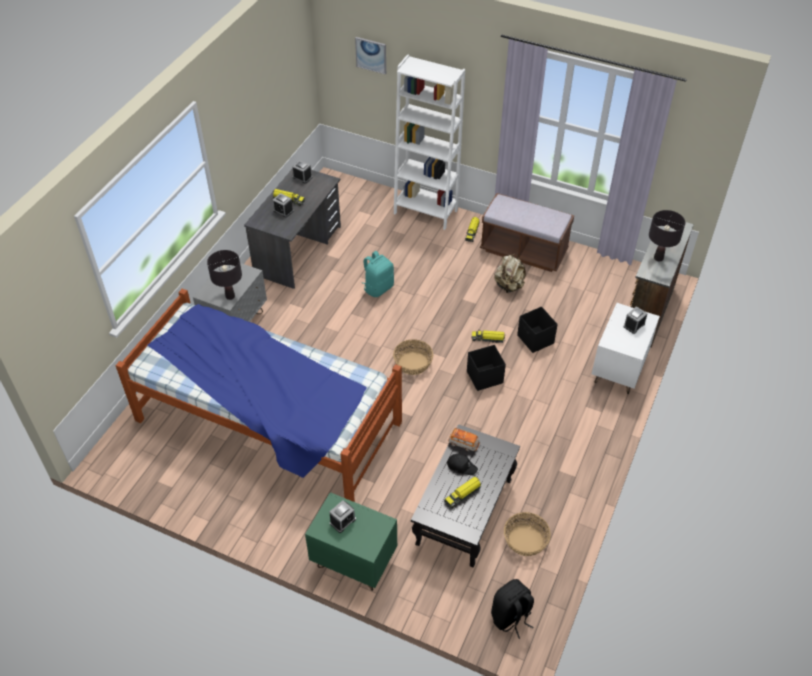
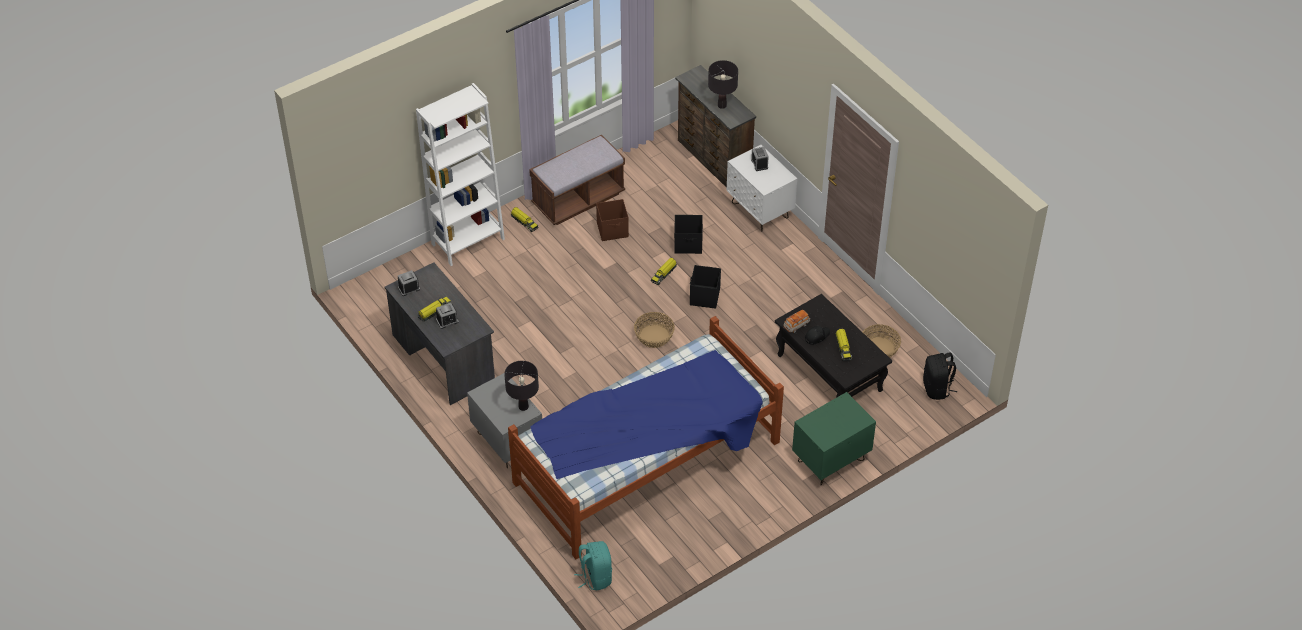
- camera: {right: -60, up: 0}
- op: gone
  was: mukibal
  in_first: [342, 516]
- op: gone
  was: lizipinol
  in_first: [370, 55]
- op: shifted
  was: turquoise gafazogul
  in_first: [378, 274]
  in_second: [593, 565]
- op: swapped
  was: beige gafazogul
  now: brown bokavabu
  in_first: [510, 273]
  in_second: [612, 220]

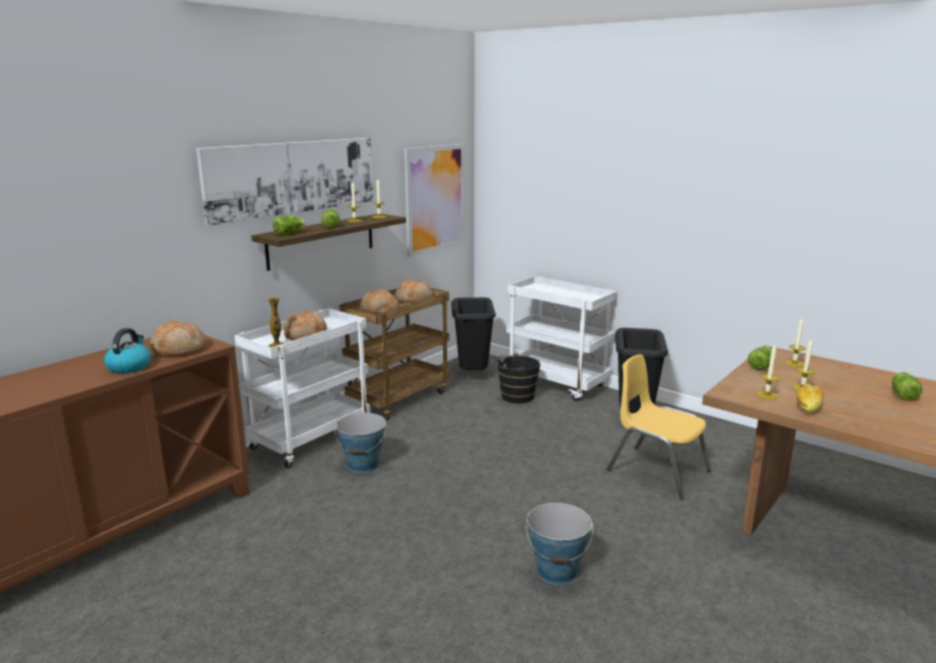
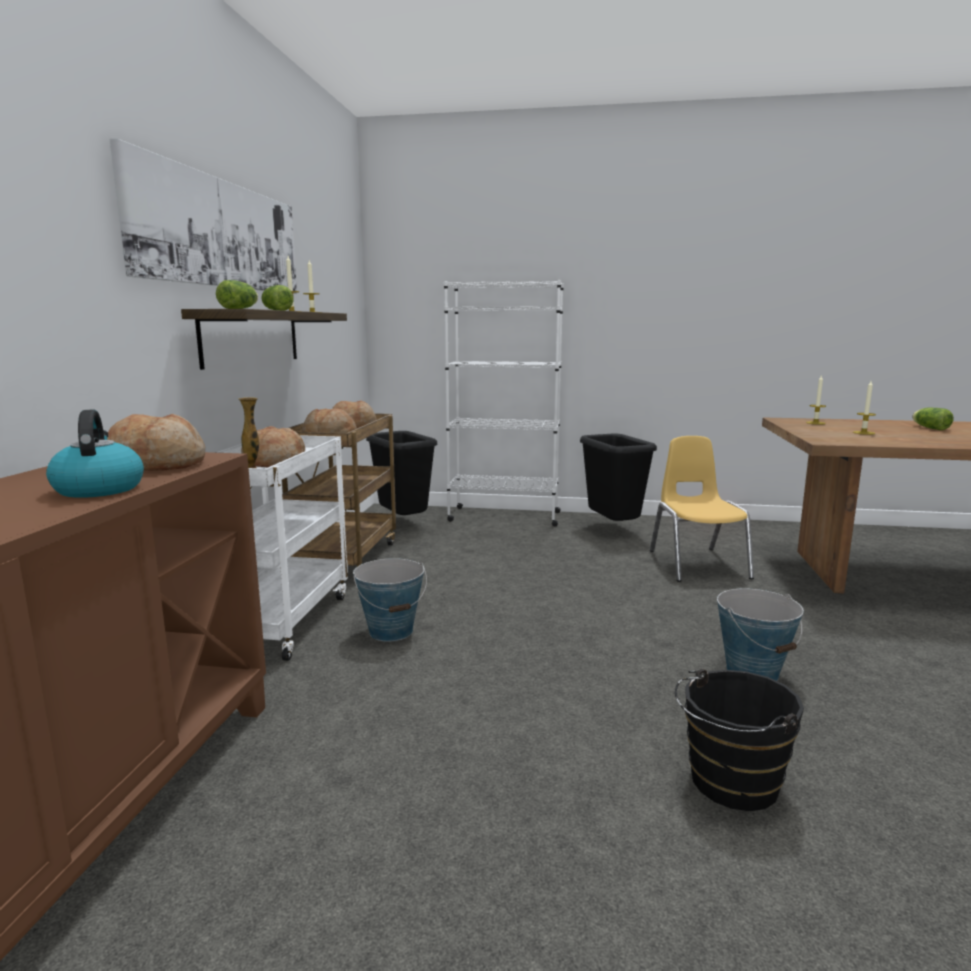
- camera: {right: -30, up: -5}
- op: gone
  was: lizipinol
  in_first: [434, 200]
- op: gone
  was: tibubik
  in_first: [760, 358]
- op: gone
  was: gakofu
  in_first: [768, 372]
- op: gone
  was: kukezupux
  in_first: [810, 398]
- op: shifted
  was: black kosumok
  in_first: [516, 378]
  in_second: [739, 739]
- op: swapped
  was: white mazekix
  now: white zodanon
  in_first: [562, 338]
  in_second: [504, 403]
- op: rotated
  was: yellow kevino
  in_first: [659, 426]
  in_second: [702, 509]
  clockwise: 75

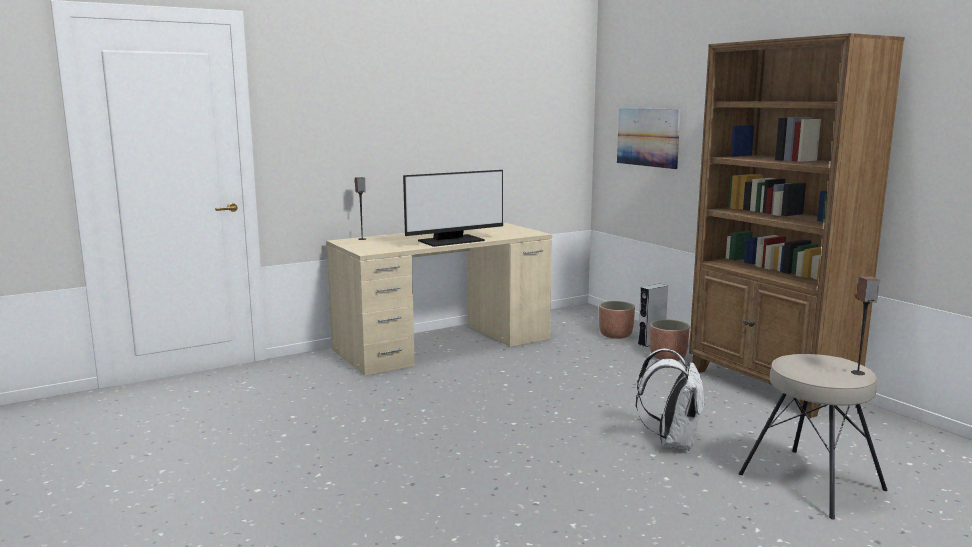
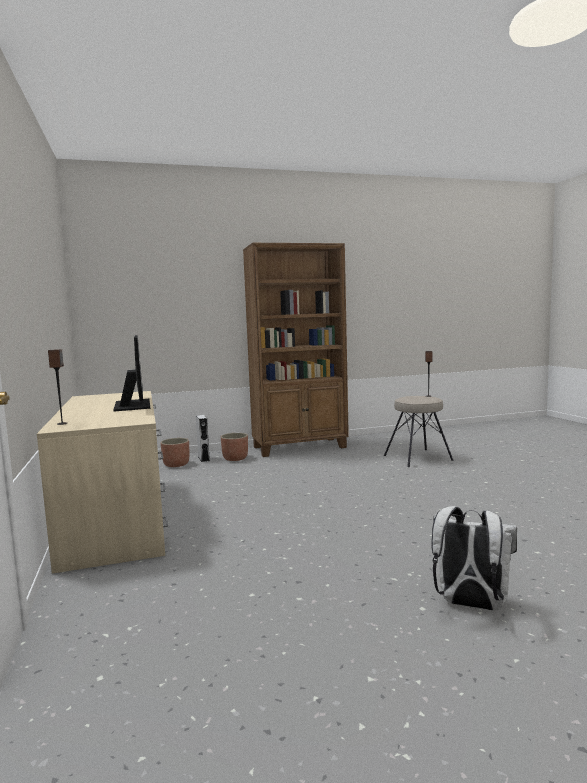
- camera: {right: -75, up: -5}
- op: gone
  was: lizipinol
  in_first: [649, 138]
- op: shifted
  was: white gafazogul
  in_first: [670, 400]
  in_second: [474, 558]

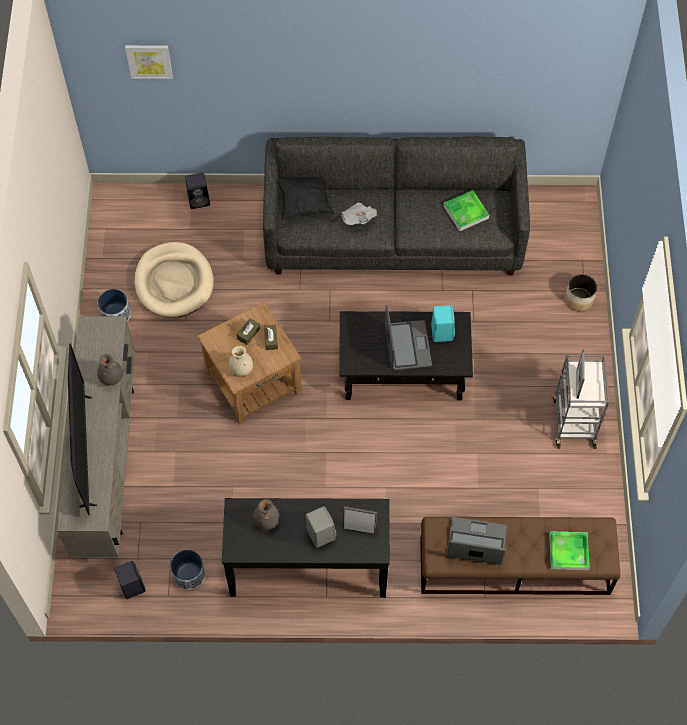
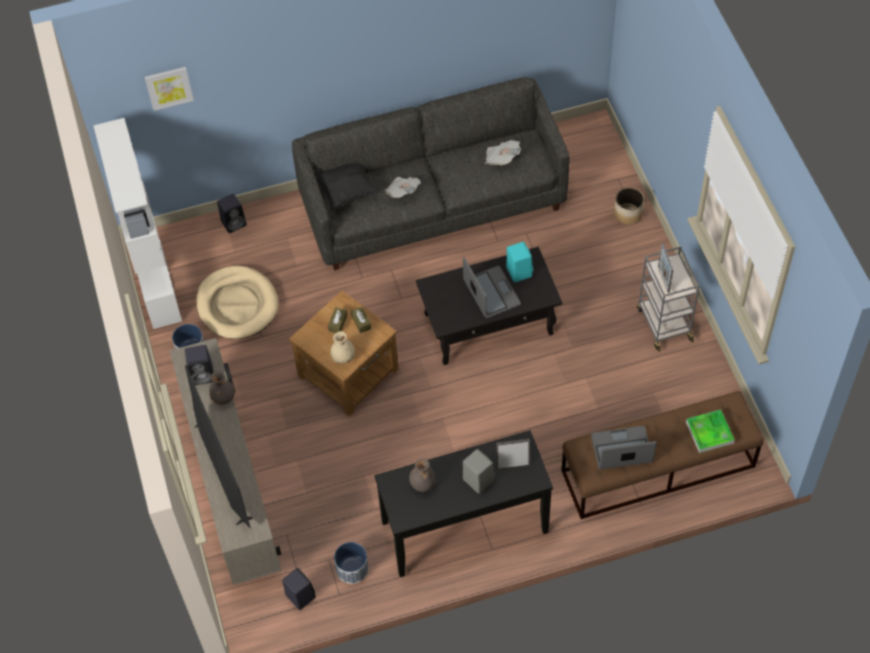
- camera: {right: -15, up: -5}
- op: new
  now: white zodanon
  in_second: [137, 223]
- op: new
  now: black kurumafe
  in_second: [199, 365]
- op: swapped
  was: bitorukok
  now: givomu
  in_first: [466, 210]
  in_second: [503, 152]

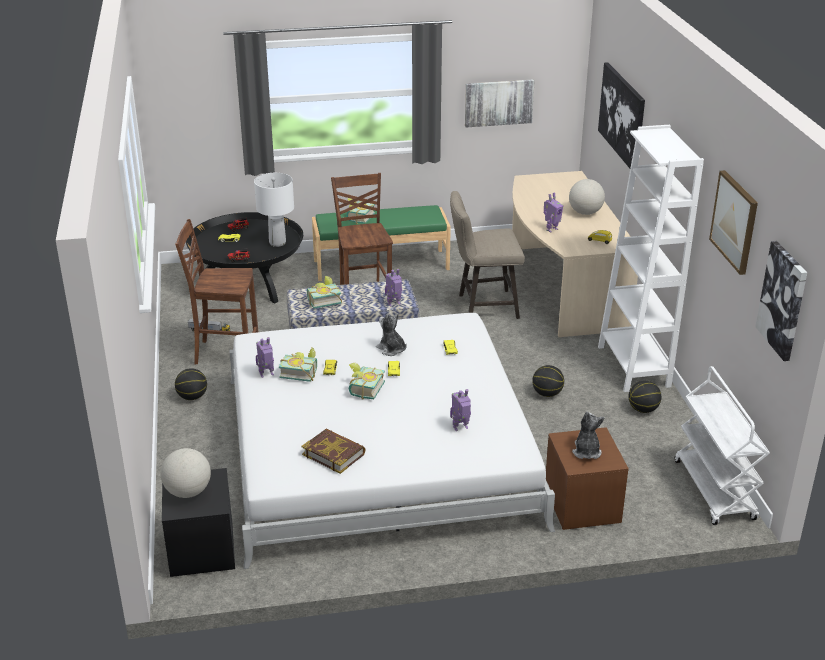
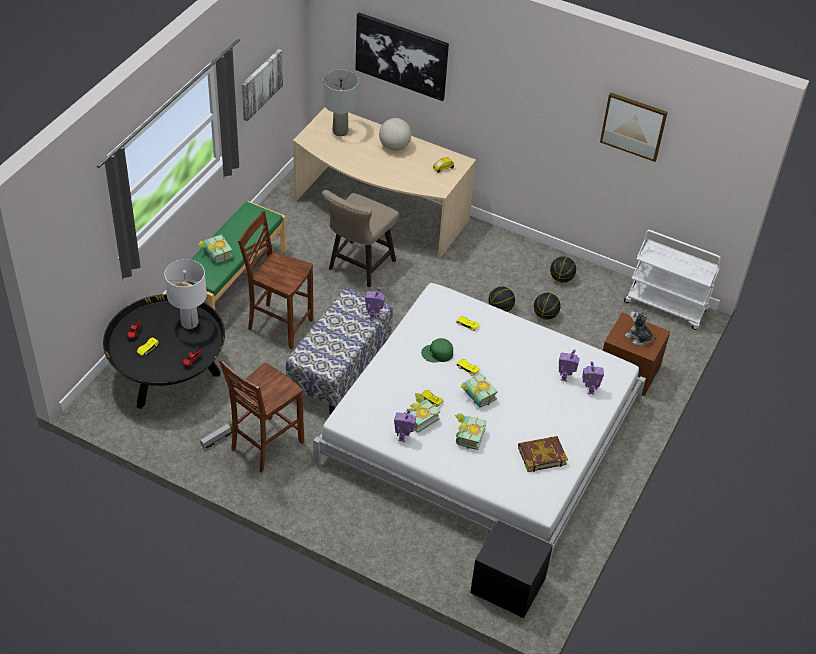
- camera: {right: -55, up: 15}
- op: gone
  was: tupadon
  in_first: [186, 473]
- op: gone
  was: white zodanon
  in_first: [651, 258]
- op: gone
  was: lizipinol
  in_first: [781, 301]
- op: new
  now: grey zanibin
  in_second: [341, 102]
- op: shifted
  was: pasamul
  in_first: [191, 384]
  in_second: [547, 306]
- op: shifted
  was: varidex
  in_first: [324, 292]
  in_second: [470, 431]
- op: shifted
  was: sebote
  in_first: [553, 212]
  in_second: [593, 377]
- op: swapped
  was: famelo
  now: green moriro
  in_first: [391, 334]
  in_second: [437, 350]

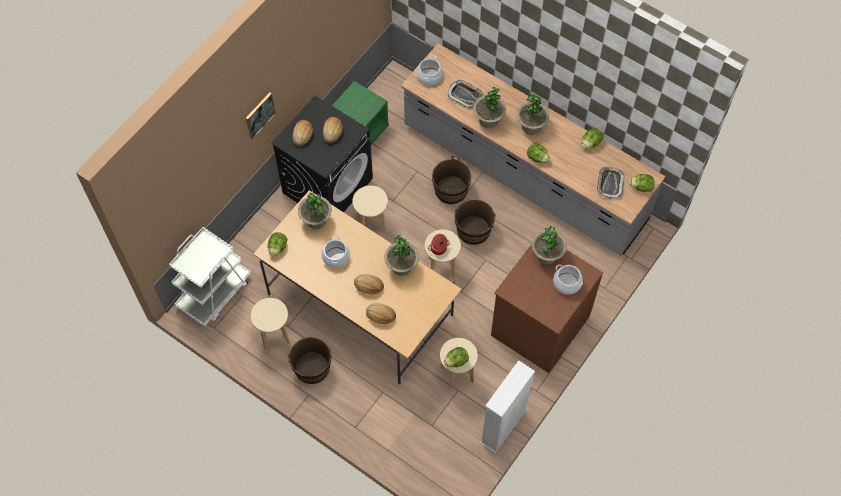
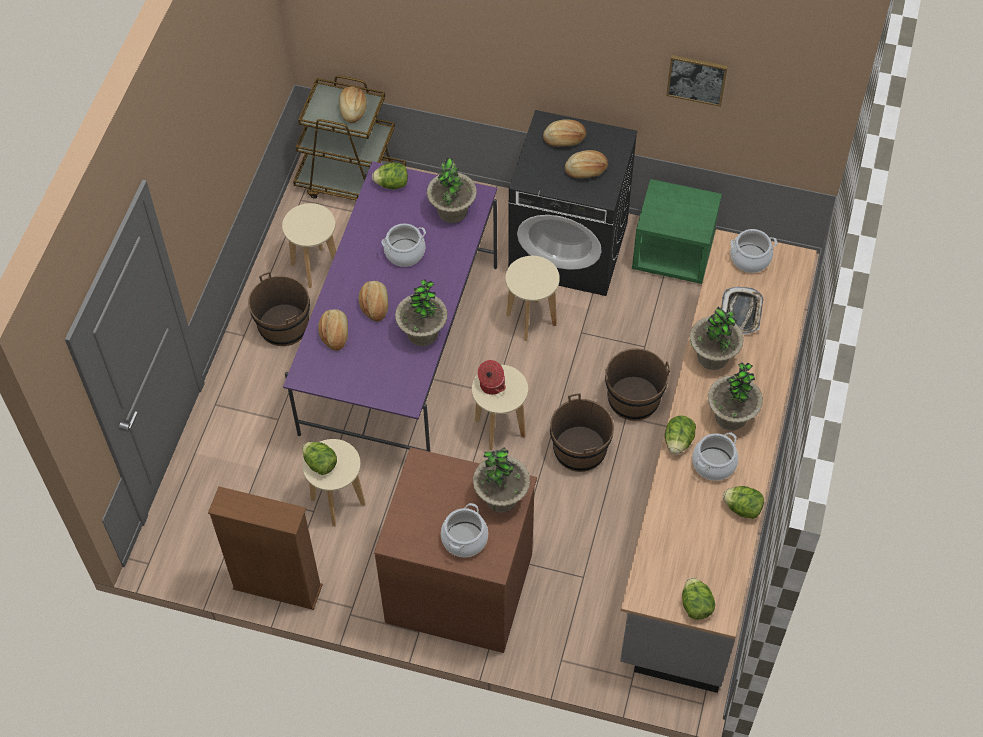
- camera: {right: 70, up: -5}
- op: gone
  was: bitorukok
  in_first: [610, 183]
- op: new
  now: kukezupux
  in_second: [353, 105]
- op: new
  now: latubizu
  in_second: [715, 456]
- op: shifted
  was: lizipinol
  in_first: [261, 116]
  in_second: [697, 81]
- op: repainted
  was: white mazekix
  now: brown mazekix
  in_first: [210, 277]
  in_second: [349, 138]
- op: repainted
  was: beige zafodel
  now: purple zafodel
  in_first: [357, 287]
  in_second: [390, 306]
- op: repainted
  was: white zodanon
  now: brown zodanon
  in_first: [507, 406]
  in_second: [265, 548]

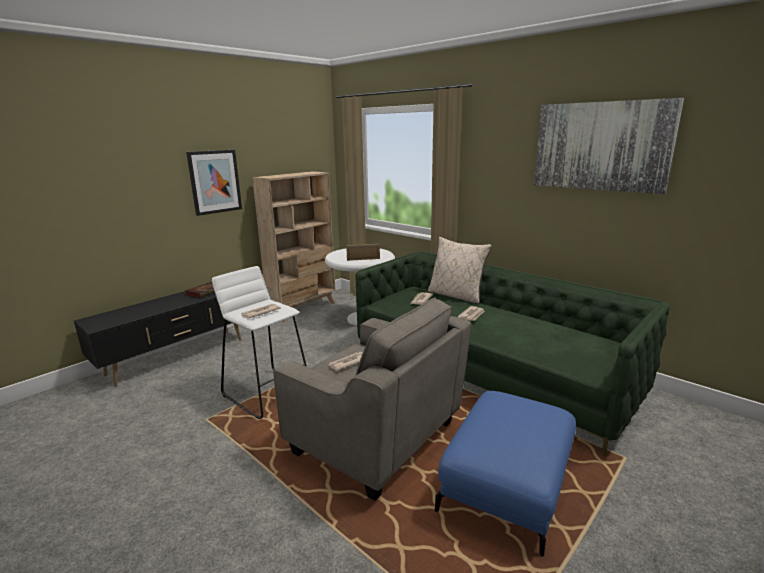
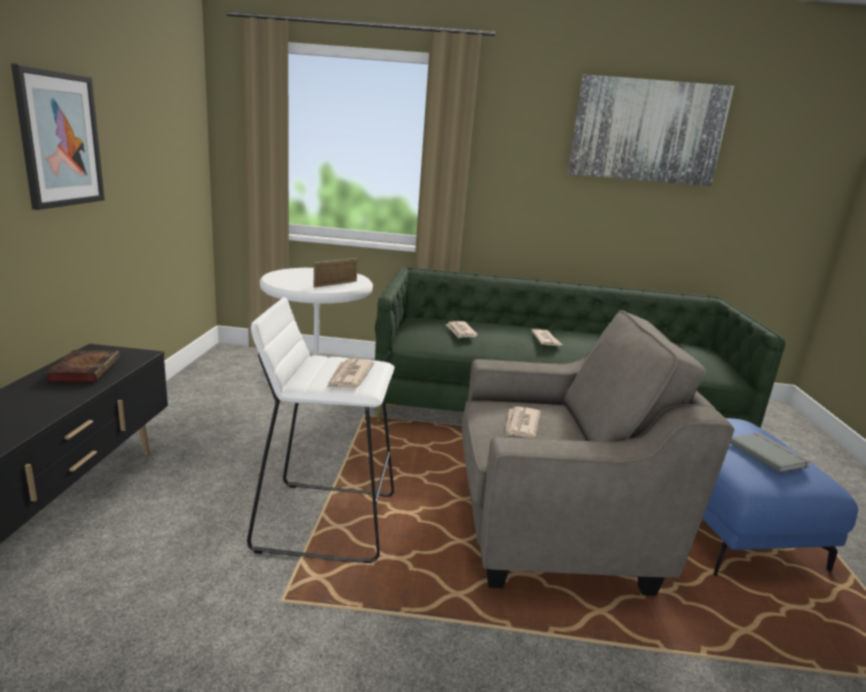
- camera: {right: -40, up: 0}
- op: gone
  was: beige zodanon
  in_first: [294, 246]
- op: gone
  was: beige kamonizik
  in_first: [459, 270]
- op: new
  now: grey varidex
  in_second: [770, 453]

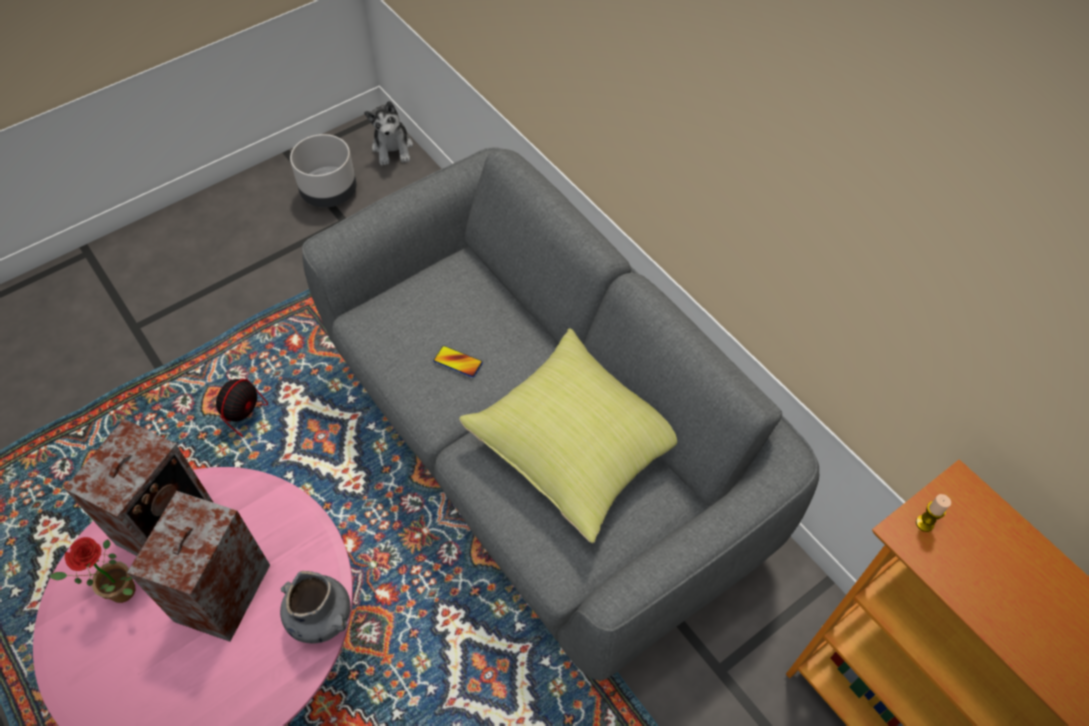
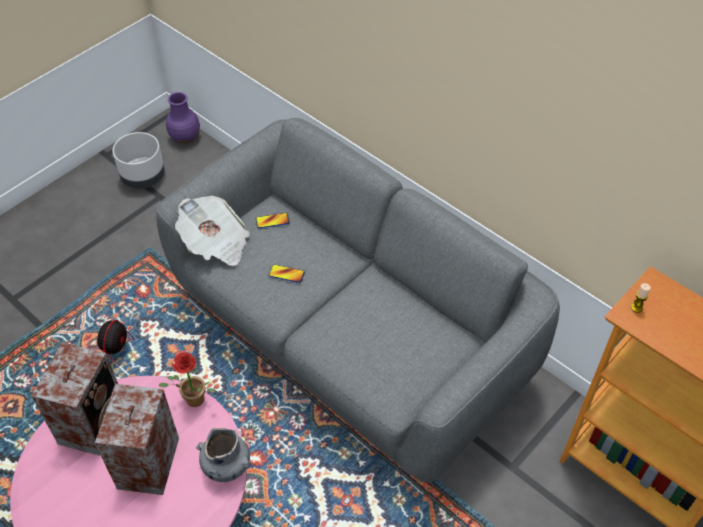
- camera: {right: -10, up: -5}
- op: gone
  was: yellow kamonizik
  in_first: [568, 435]
- op: new
  now: givomu
  in_second: [212, 231]
- op: new
  now: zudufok
  in_second: [273, 221]
- op: shifted
  was: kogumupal
  in_first: [92, 570]
  in_second: [186, 379]
- op: swapped
  was: famelo
  now: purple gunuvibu
  in_first: [388, 133]
  in_second: [183, 118]

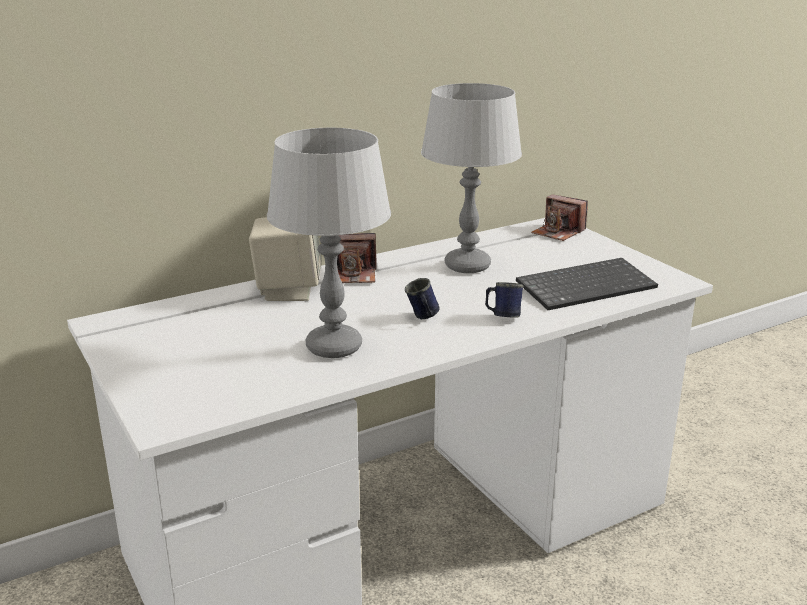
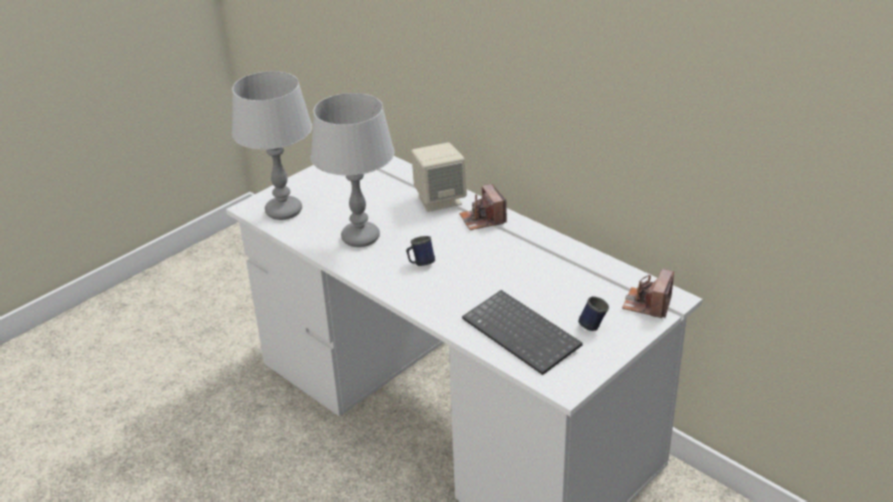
- camera: {right: 75, up: 10}
- op: shifted
  was: grey zanibin
  in_first: [471, 178]
  in_second: [272, 145]
- op: shifted
  was: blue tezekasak
  in_first: [504, 299]
  in_second: [593, 313]

